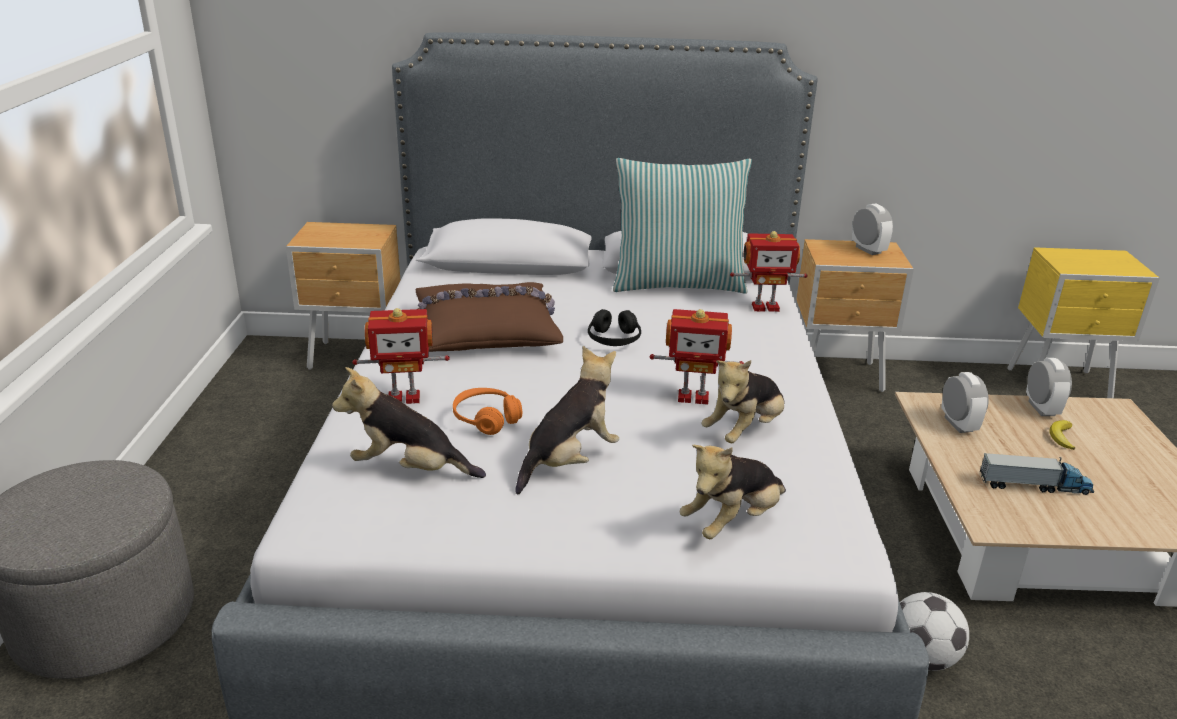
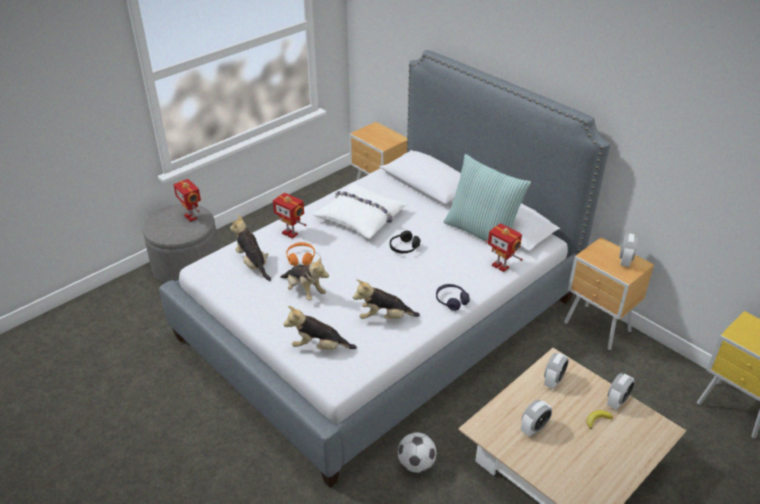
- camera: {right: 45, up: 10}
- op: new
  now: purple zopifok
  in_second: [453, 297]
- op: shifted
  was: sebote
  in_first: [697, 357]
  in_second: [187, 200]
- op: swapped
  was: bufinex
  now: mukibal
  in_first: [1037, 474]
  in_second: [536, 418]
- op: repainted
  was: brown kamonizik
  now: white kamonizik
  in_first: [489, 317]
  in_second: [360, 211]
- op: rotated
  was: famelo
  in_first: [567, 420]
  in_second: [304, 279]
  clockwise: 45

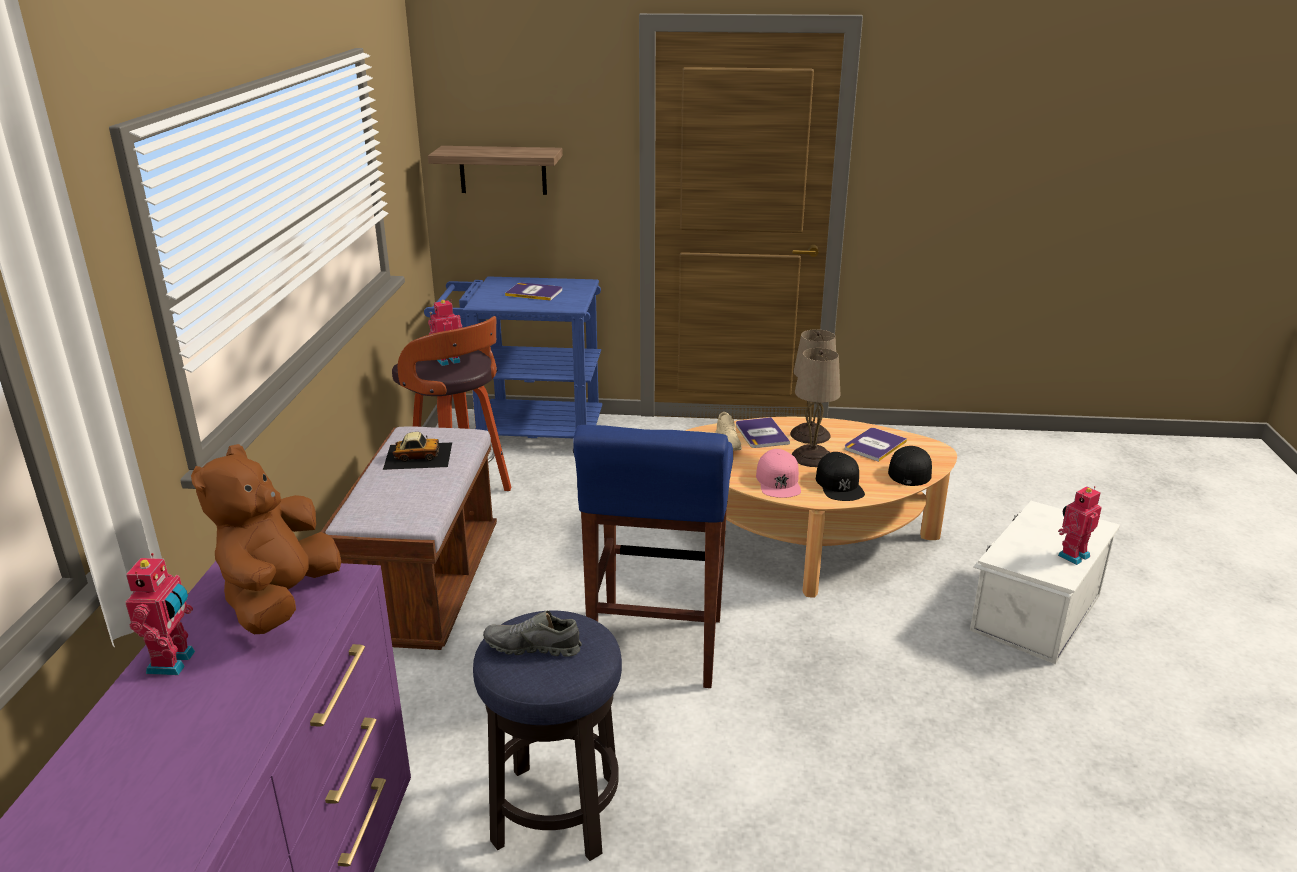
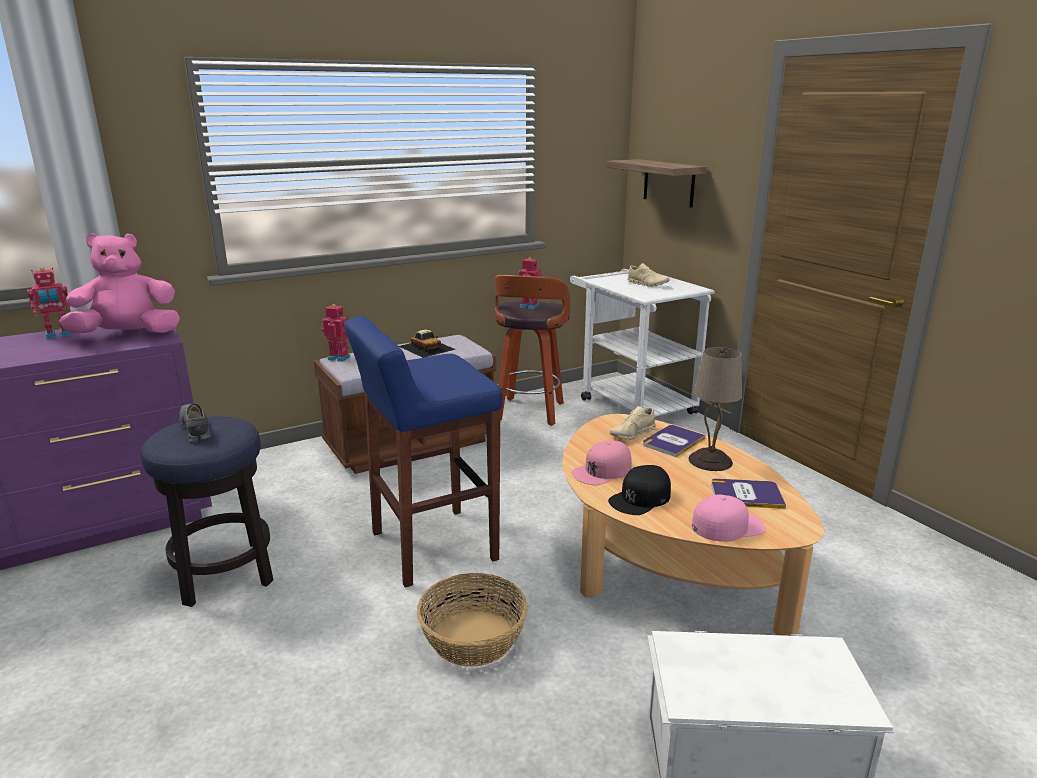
- camera: {right: 55, up: -5}
- op: gone
  was: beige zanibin
  in_first: [816, 407]
- op: new
  now: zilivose
  in_second: [472, 620]
- op: shifted
  was: sebote
  in_first: [1080, 525]
  in_second: [335, 333]
- op: swapped
  was: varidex
  now: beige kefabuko
  in_first: [533, 292]
  in_second: [648, 275]
- op: repainted
  was: brown famelo
  now: pink famelo
  in_first: [266, 539]
  in_second: [119, 283]
- op: repainted
  was: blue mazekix
  now: white mazekix
  in_first: [513, 364]
  in_second: [642, 343]
- op: repainted
  was: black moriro
  now: pink moriro
  in_first: [910, 466]
  in_second: [729, 518]

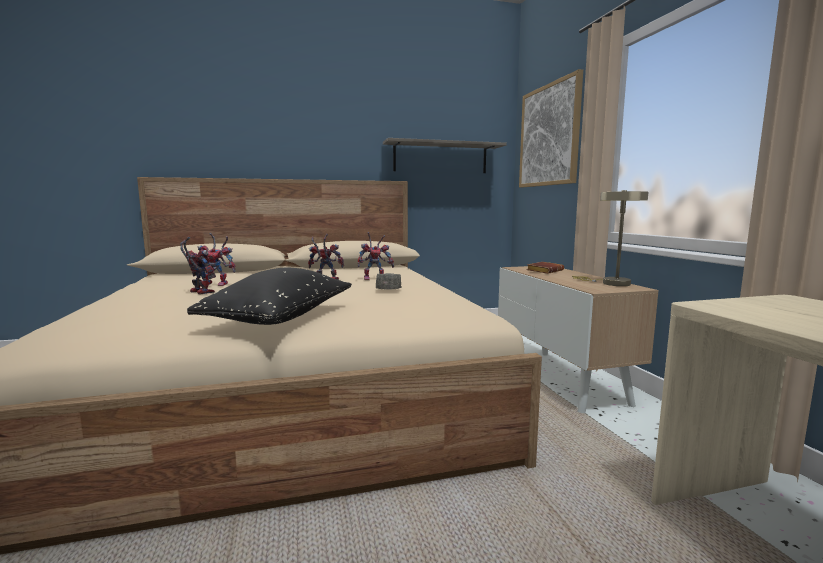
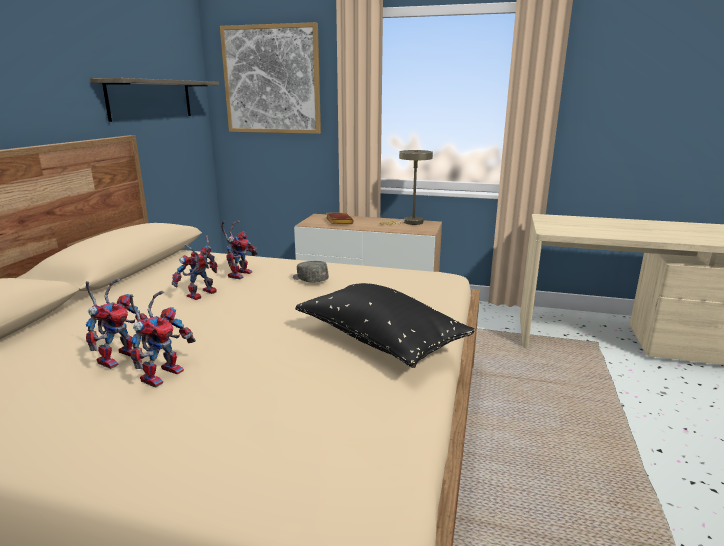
- camera: {right: -60, up: 10}
- op: rotated
  was: sebote
  in_first: [198, 266]
  in_second: [162, 339]
  clockwise: 135

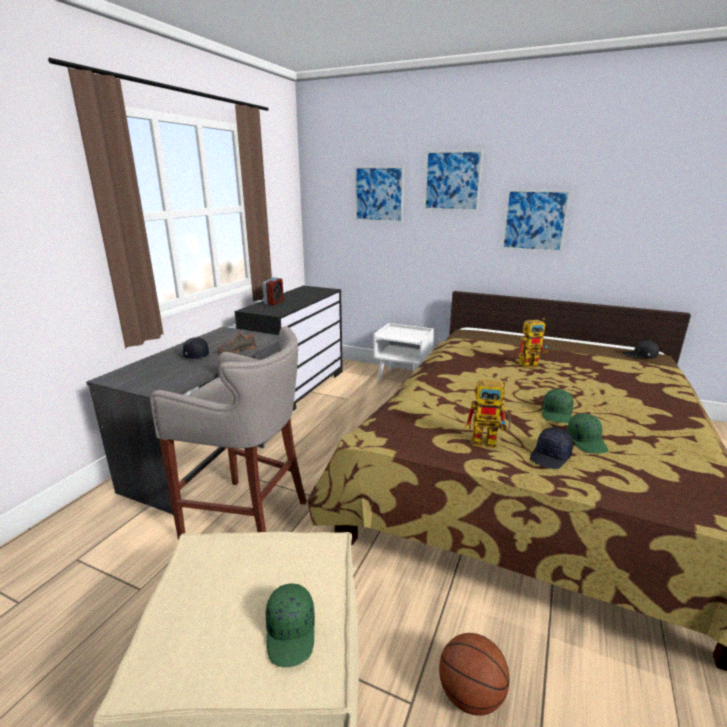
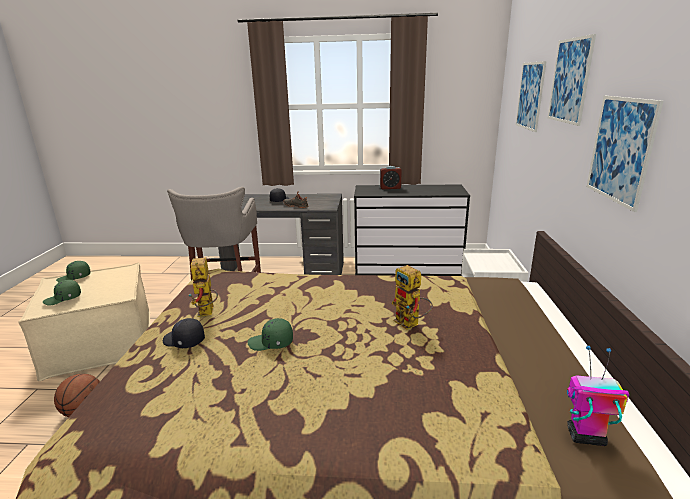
- camera: {right: 70, up: 0}
- op: shifted
  was: green moriro
  in_first: [588, 433]
  in_second: [73, 271]
- op: swapped
  was: black moriro
  now: sebote
  in_first: [640, 349]
  in_second: [598, 396]

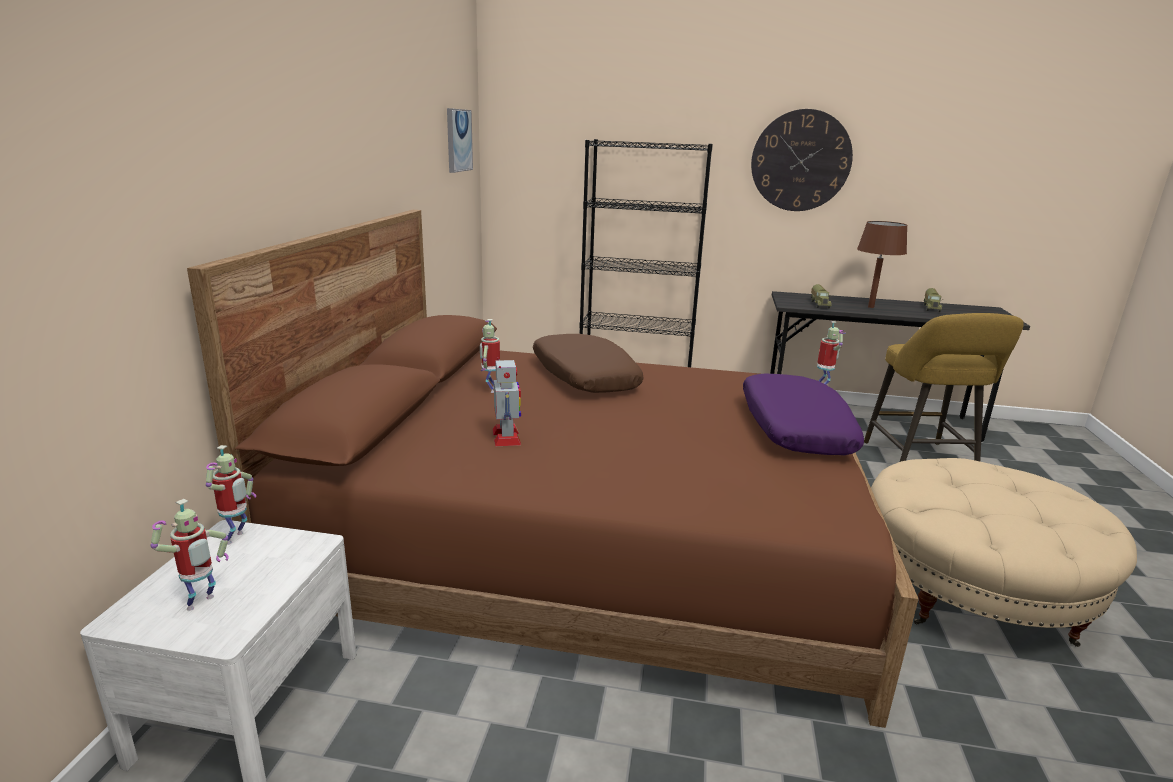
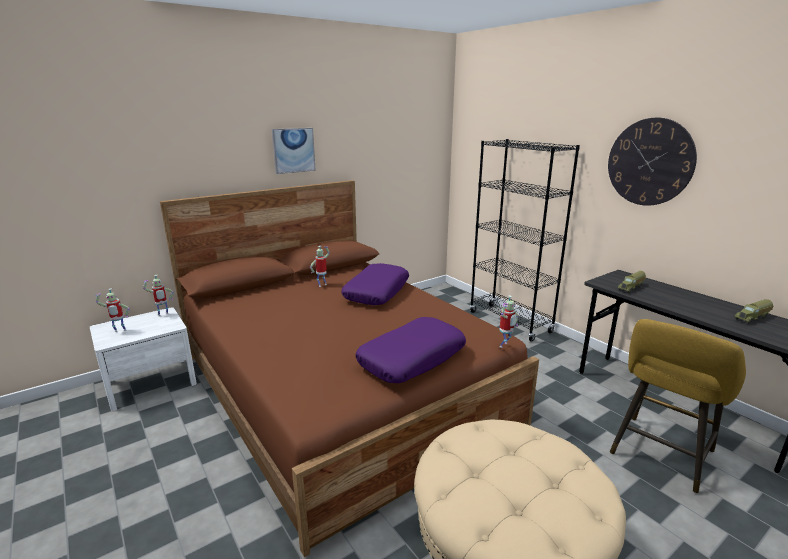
- camera: {right: 45, up: 0}
- op: gone
  was: sebote
  in_first: [507, 401]
- op: gone
  was: brown zanibin
  in_first: [882, 264]
- op: shifted
  was: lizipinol
  in_first: [460, 140]
  in_second: [294, 151]
- op: repainted
  was: brown kamonizik
  now: purple kamonizik
  in_first: [588, 363]
  in_second: [375, 284]

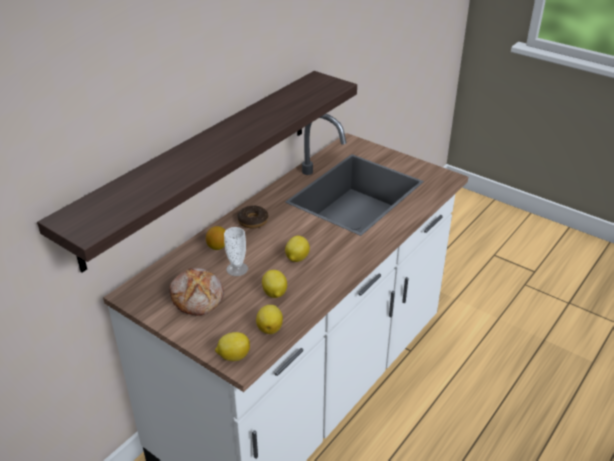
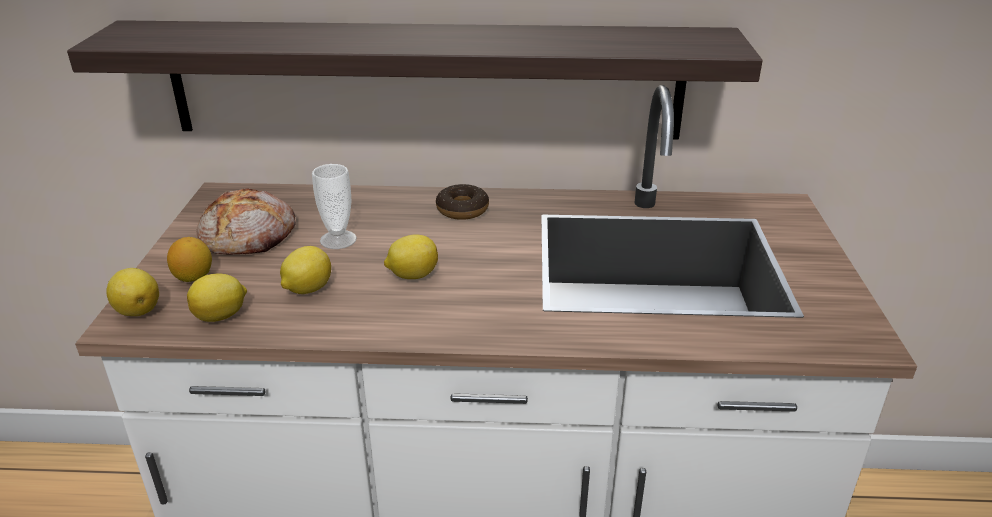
- camera: {right: 55, up: -5}
- op: shifted
  was: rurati
  in_first: [216, 238]
  in_second: [189, 259]

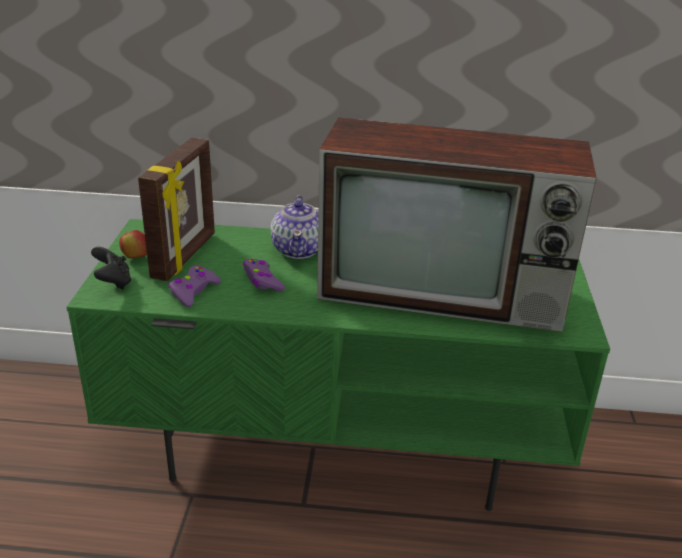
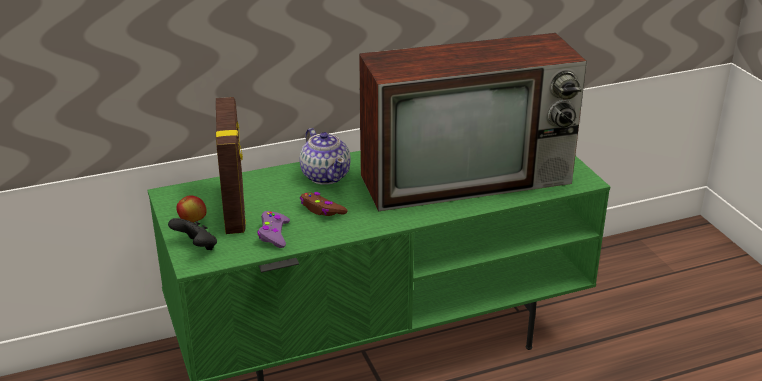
- camera: {right: -25, up: 0}
- op: repainted
  was: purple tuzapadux
  now: brown tuzapadux
  in_first: [264, 275]
  in_second: [324, 204]

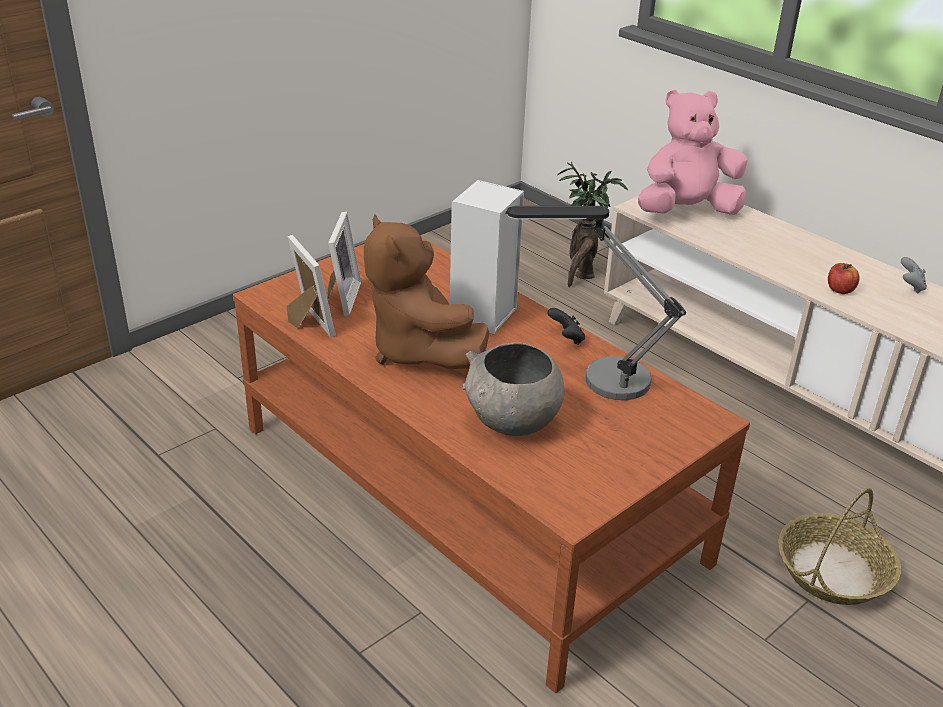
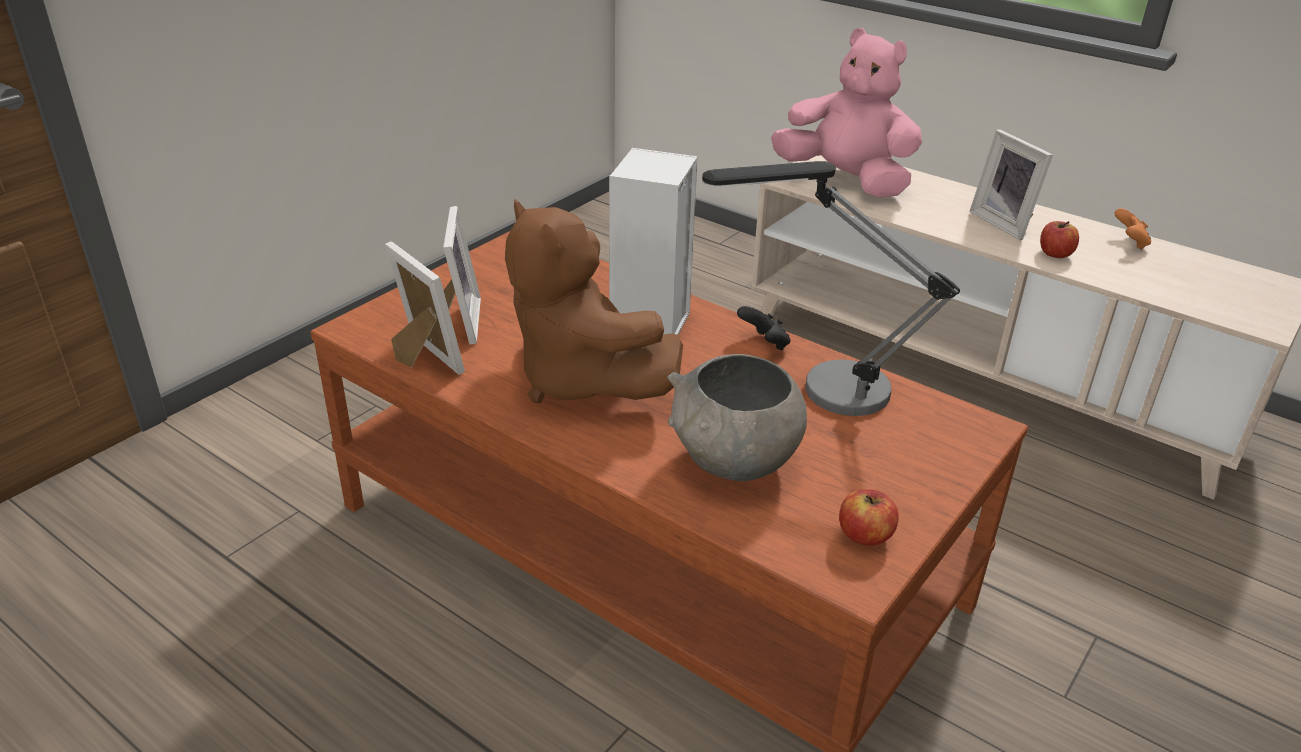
- camera: {right: -10, up: 0}
- op: gone
  was: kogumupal
  in_first: [592, 224]
- op: gone
  was: zilivose
  in_first: [839, 546]
- op: new
  now: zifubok
  in_second: [869, 517]
- op: new
  now: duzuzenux
  in_second: [1011, 184]
- op: repainted
  was: grey tuzapadux
  now: orange tuzapadux
  in_first: [914, 275]
  in_second: [1133, 229]
- op: rotated
  was: pink famelo
  in_first: [693, 152]
  in_second: [846, 112]
  clockwise: 60

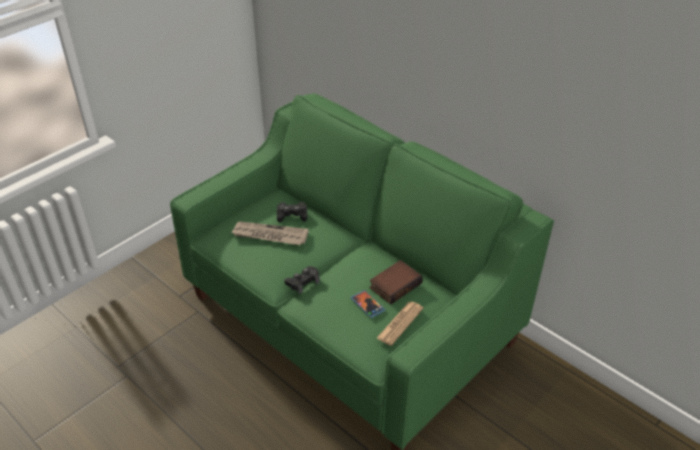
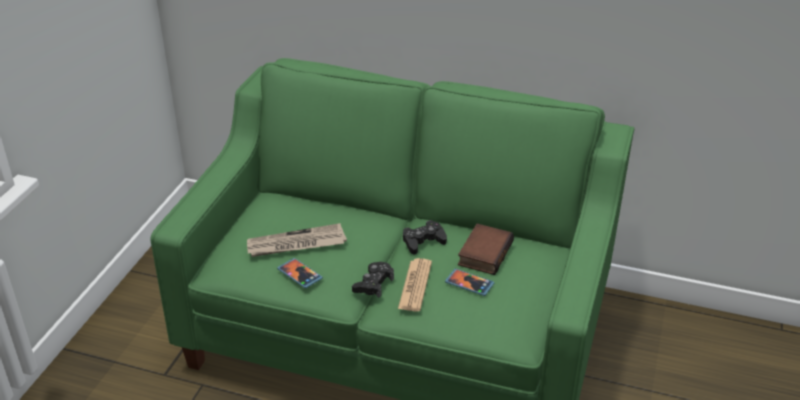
- camera: {right: -25, up: -5}
- op: new
  now: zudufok
  in_second: [300, 273]
- op: shifted
  was: black tuzapadux
  in_first: [292, 212]
  in_second: [425, 237]
- op: shifted
  was: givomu
  in_first: [400, 324]
  in_second: [415, 284]

